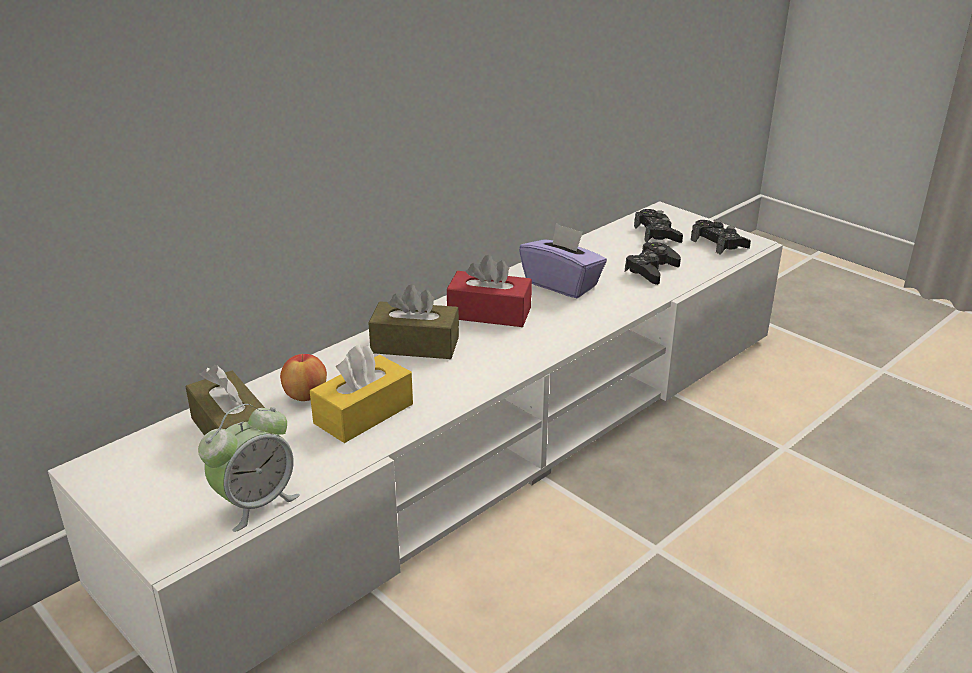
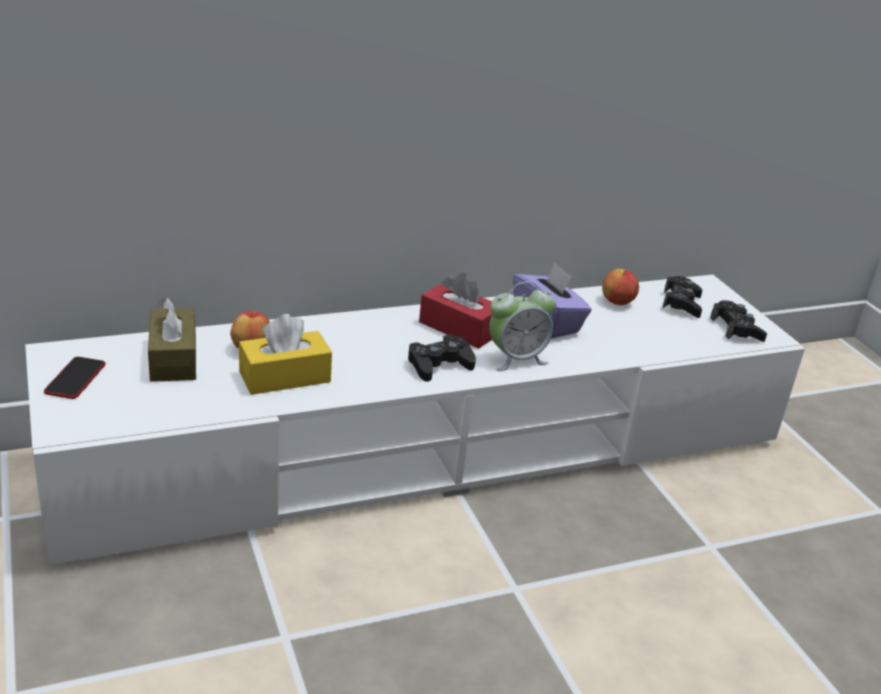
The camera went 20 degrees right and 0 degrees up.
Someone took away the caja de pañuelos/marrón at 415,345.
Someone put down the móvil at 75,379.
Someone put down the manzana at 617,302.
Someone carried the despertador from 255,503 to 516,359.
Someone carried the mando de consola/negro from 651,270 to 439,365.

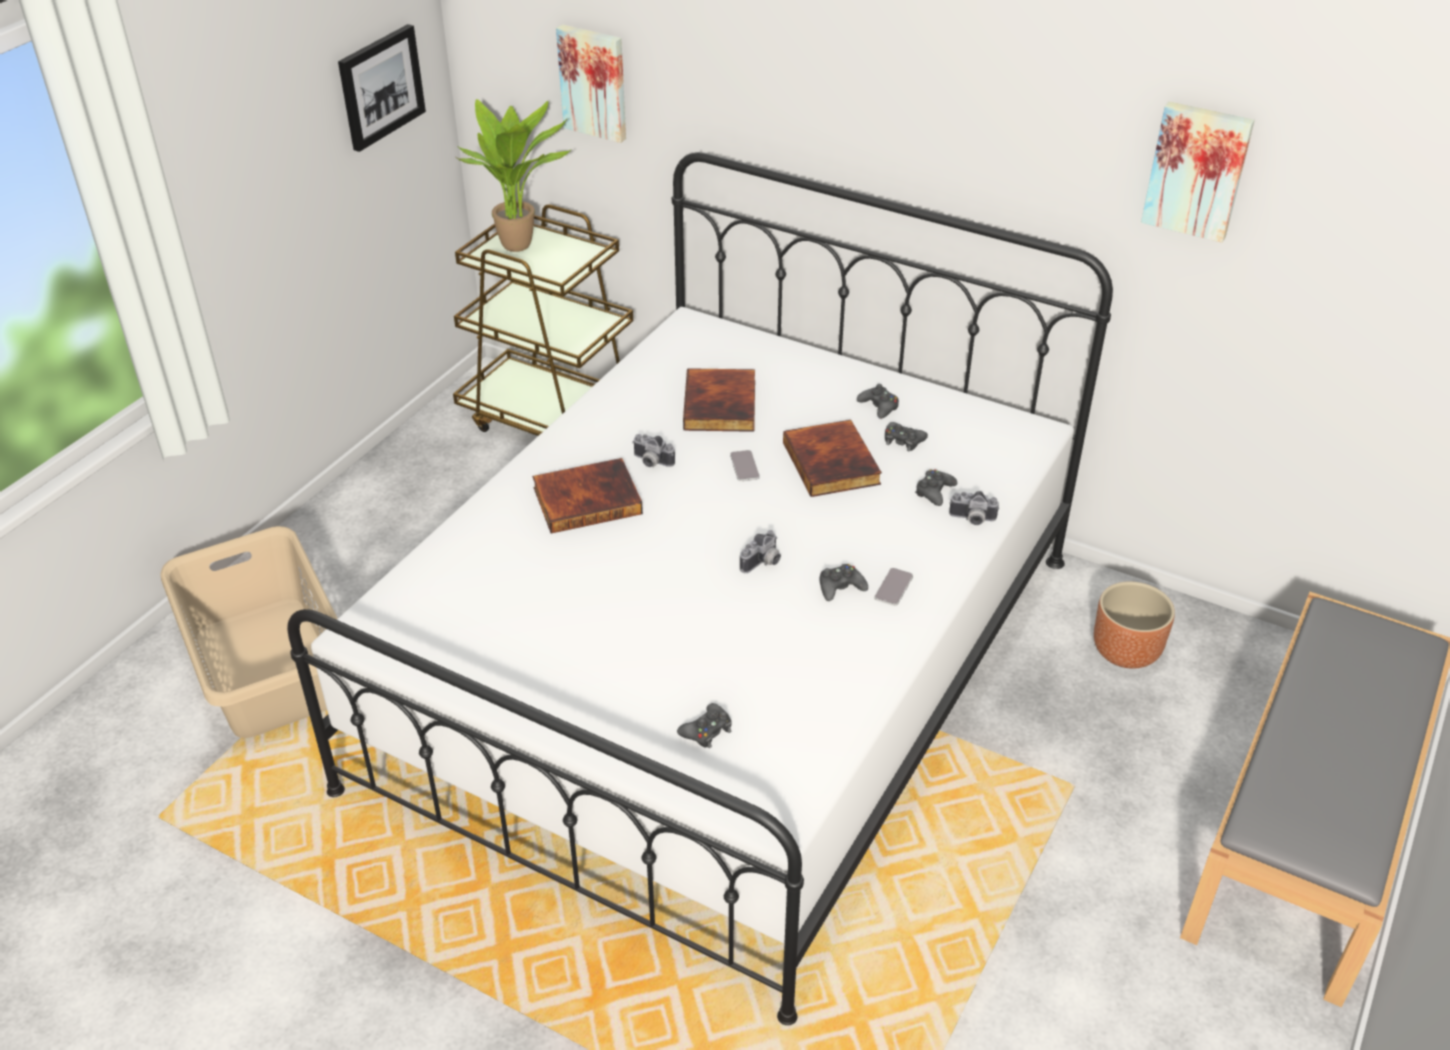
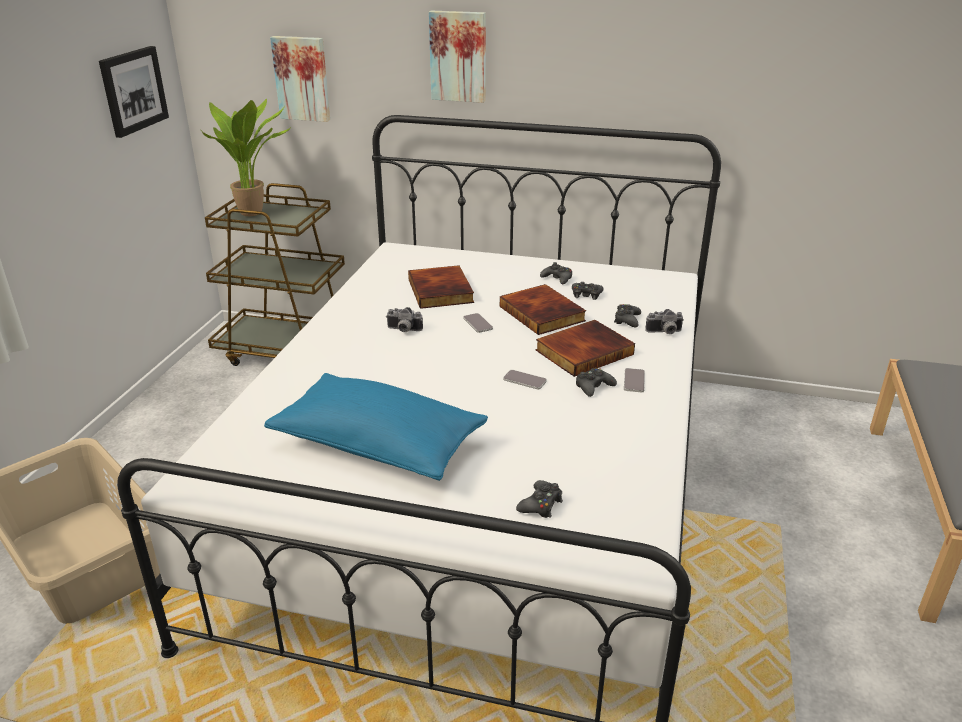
The camera went 15 degrees left and 10 degrees down.
Someone took away the maceta/marrón at 1126,652.
Someone put down the cojín/azul at 378,446.
Someone carried the libro from 587,499 to 583,351.
Someone carried the cuadro from 1197,170 to 458,56.
Someone swapped the cámara at 763,563 for the móvil at 524,380.

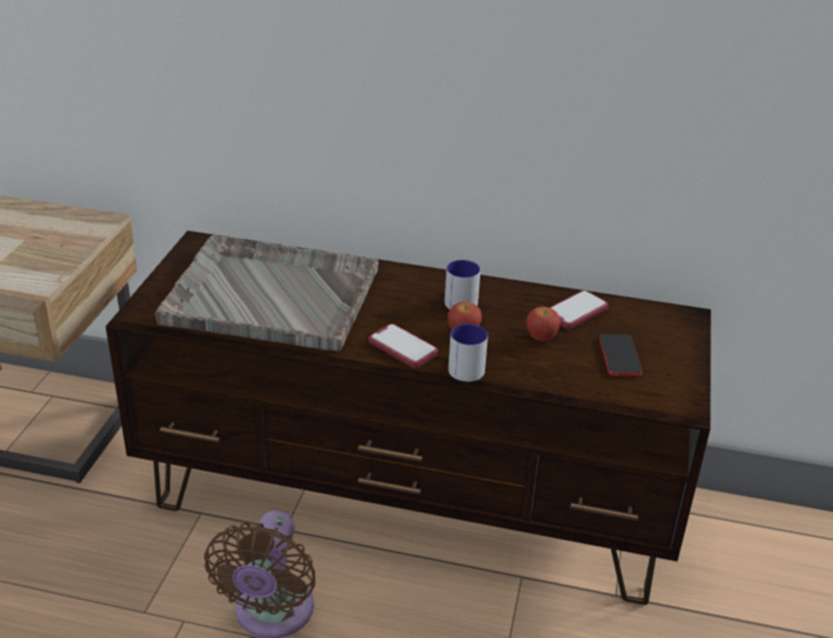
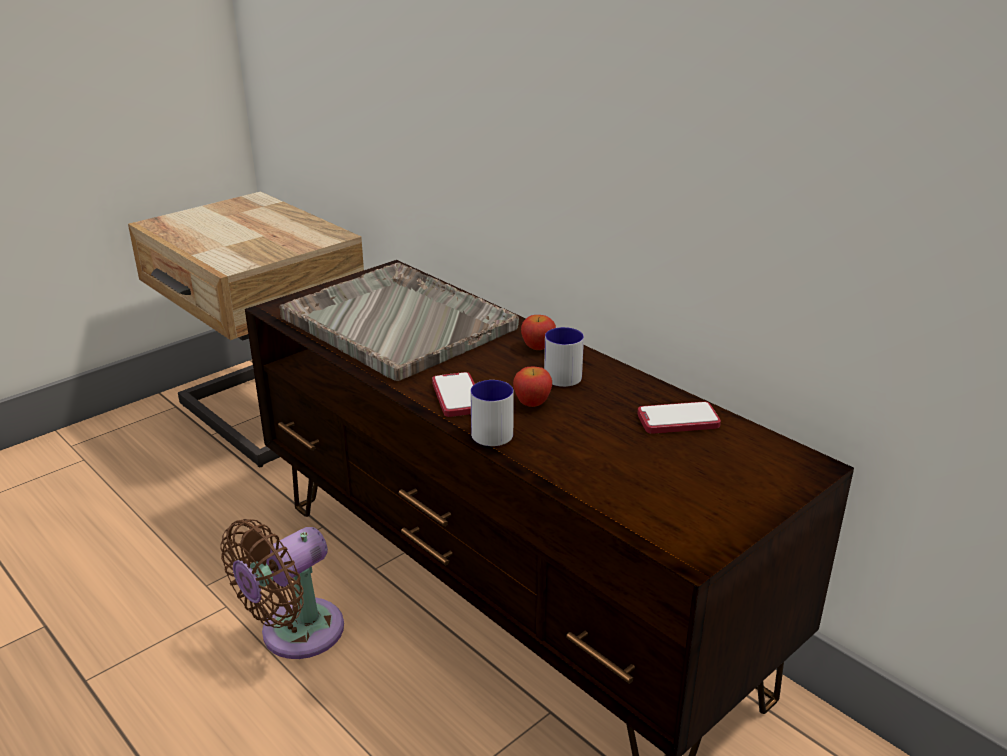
The camera went 35 degrees right and 5 degrees down.
Someone took away the móvil at 619,356.
Someone carried the manzana from 541,337 to 538,347.

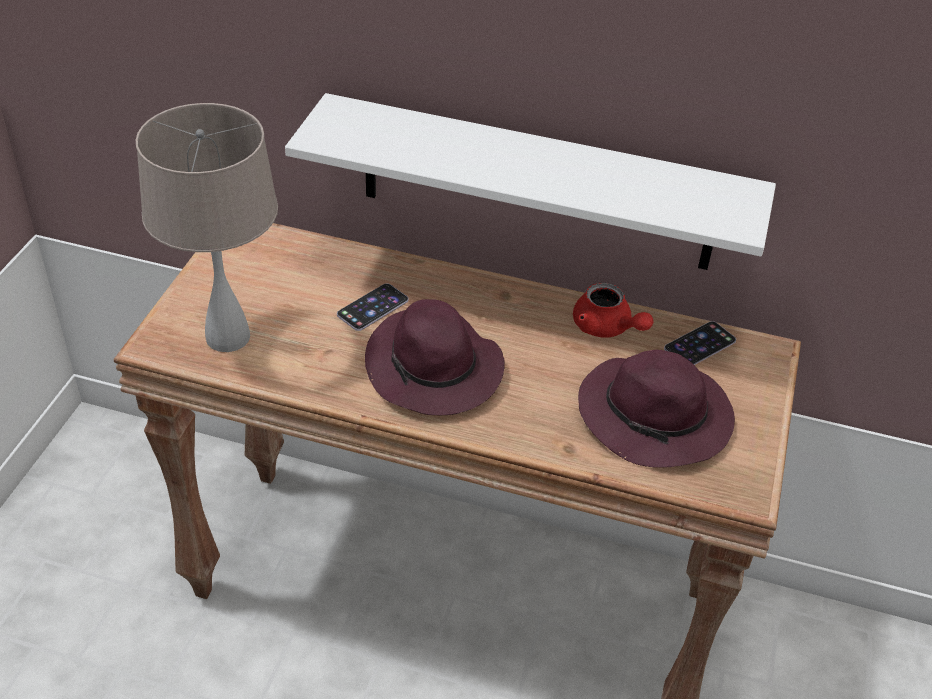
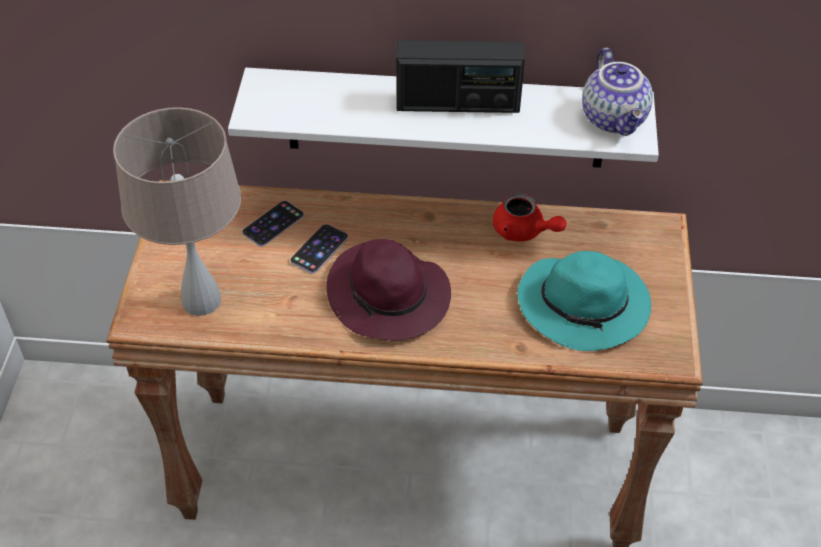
The camera went 10 degrees left and 5 degrees up.
Someone put down the radio at 457,103.
Someone put down the tetera at 615,119.
Someone carried the móvil from 700,345 to 273,224.
Someone repainted the sombrero/morado at 656,418, which became the sombrero/turquesa at 585,306.

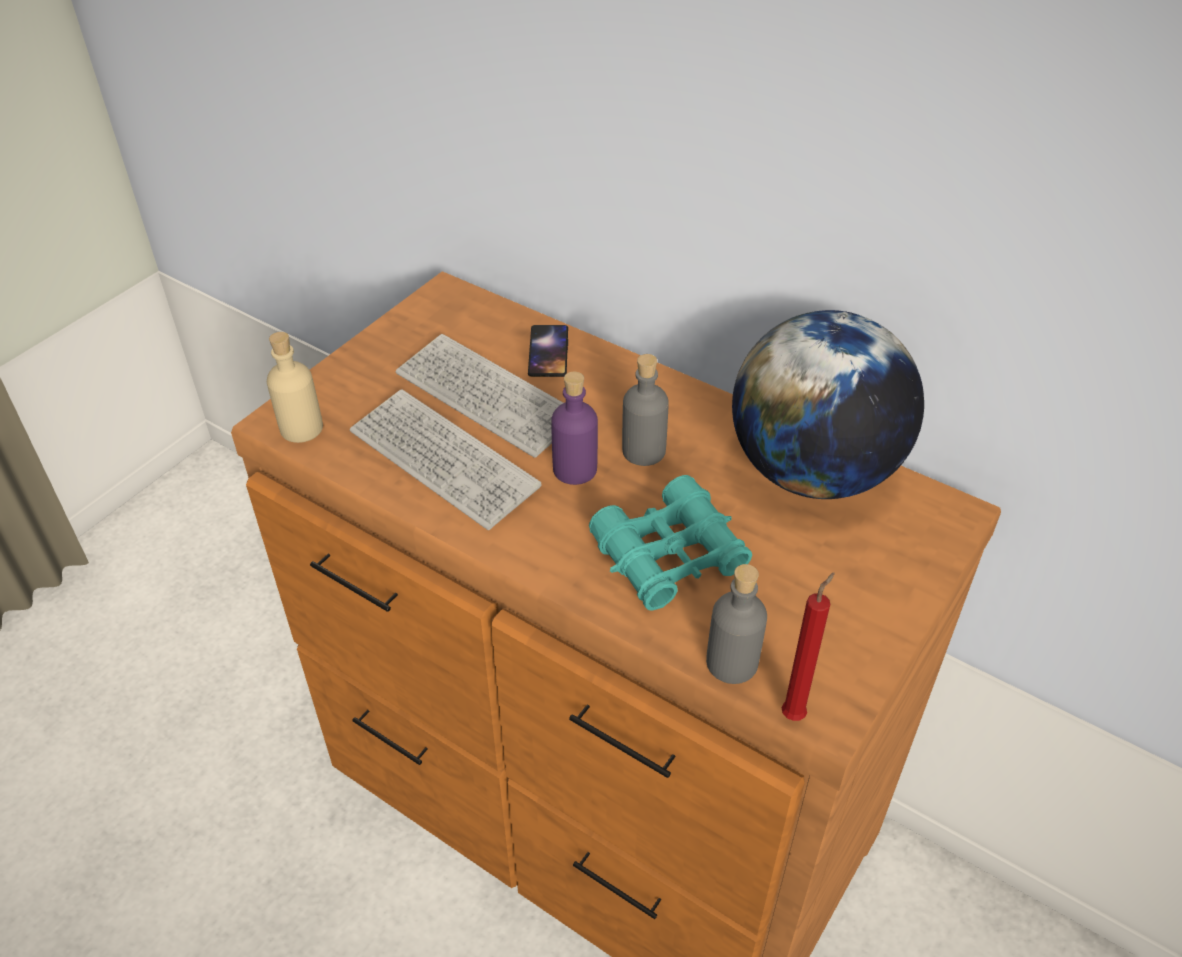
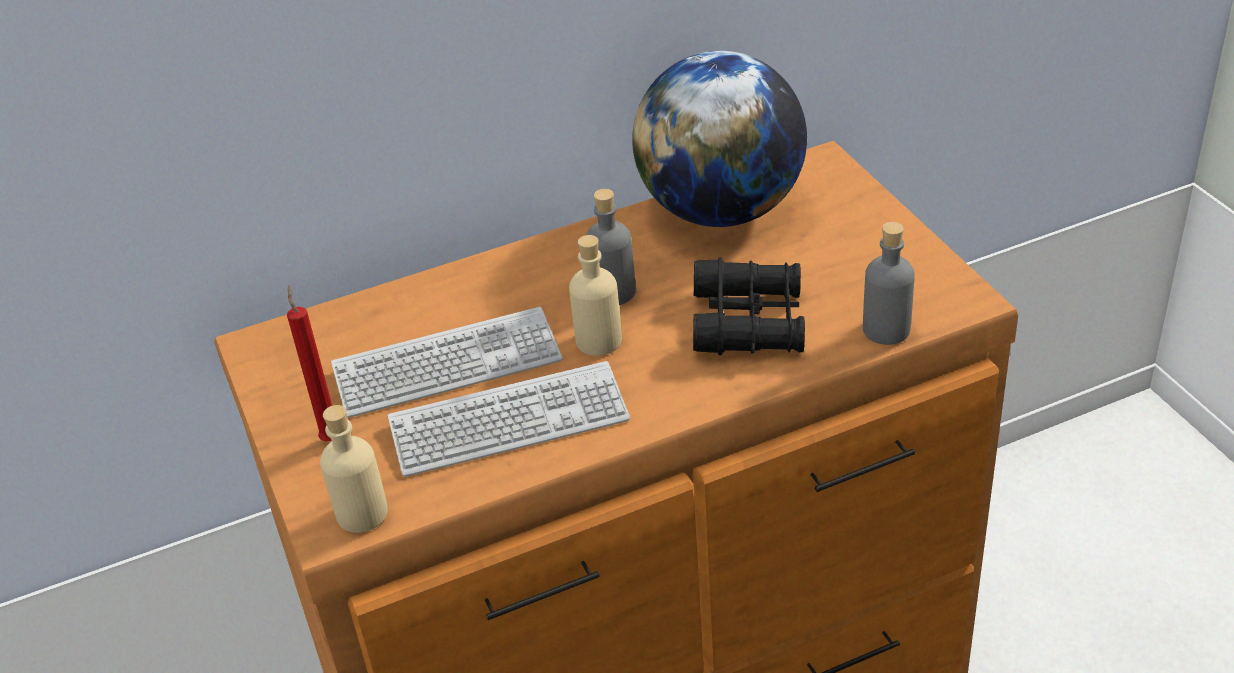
The camera went 55 degrees left and 5 degrees down.
Someone took away the móvil at 548,351.
Someone carried the vela/rojo from 795,713 to 331,437.
Someone repainted the botella/morado at 575,469, which became the botella/beis at 598,341.
Someone repainted the prismáticos/turquesa at 669,556, which became the prismáticos/negro at 749,322.

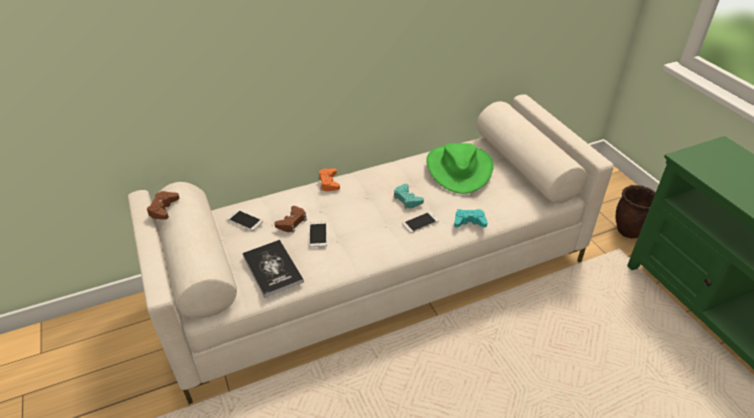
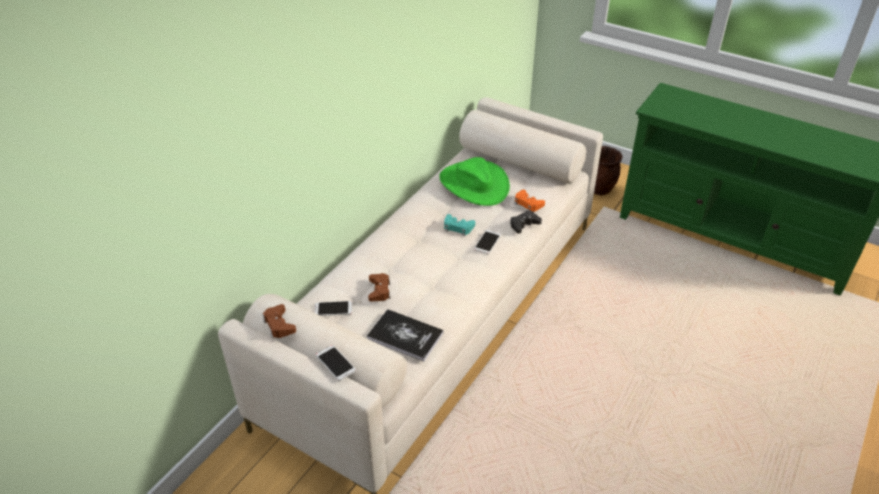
The camera went 35 degrees left and 0 degrees up.
Someone carried the móvil from 318,234 to 335,363.
Someone carried the mando de consola/naranja from 329,183 to 528,204.
Someone repainted the mando de consola/turquesa at 469,222, which became the mando de consola/negro at 524,225.

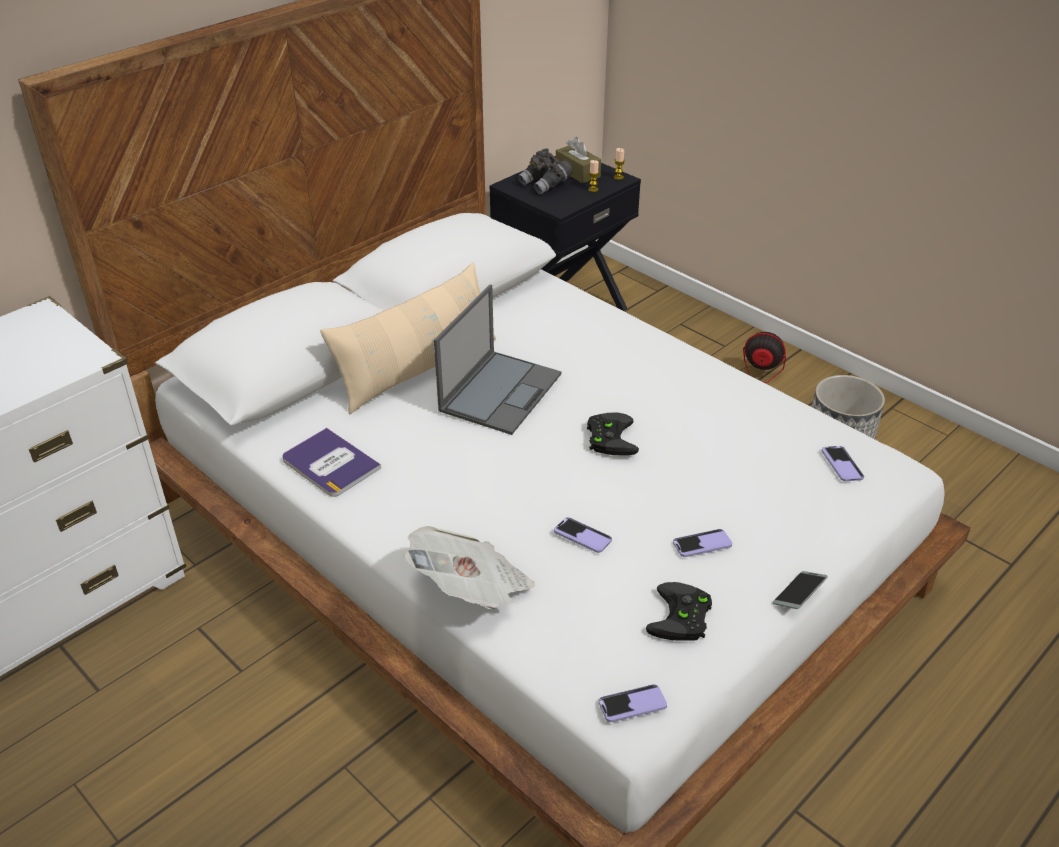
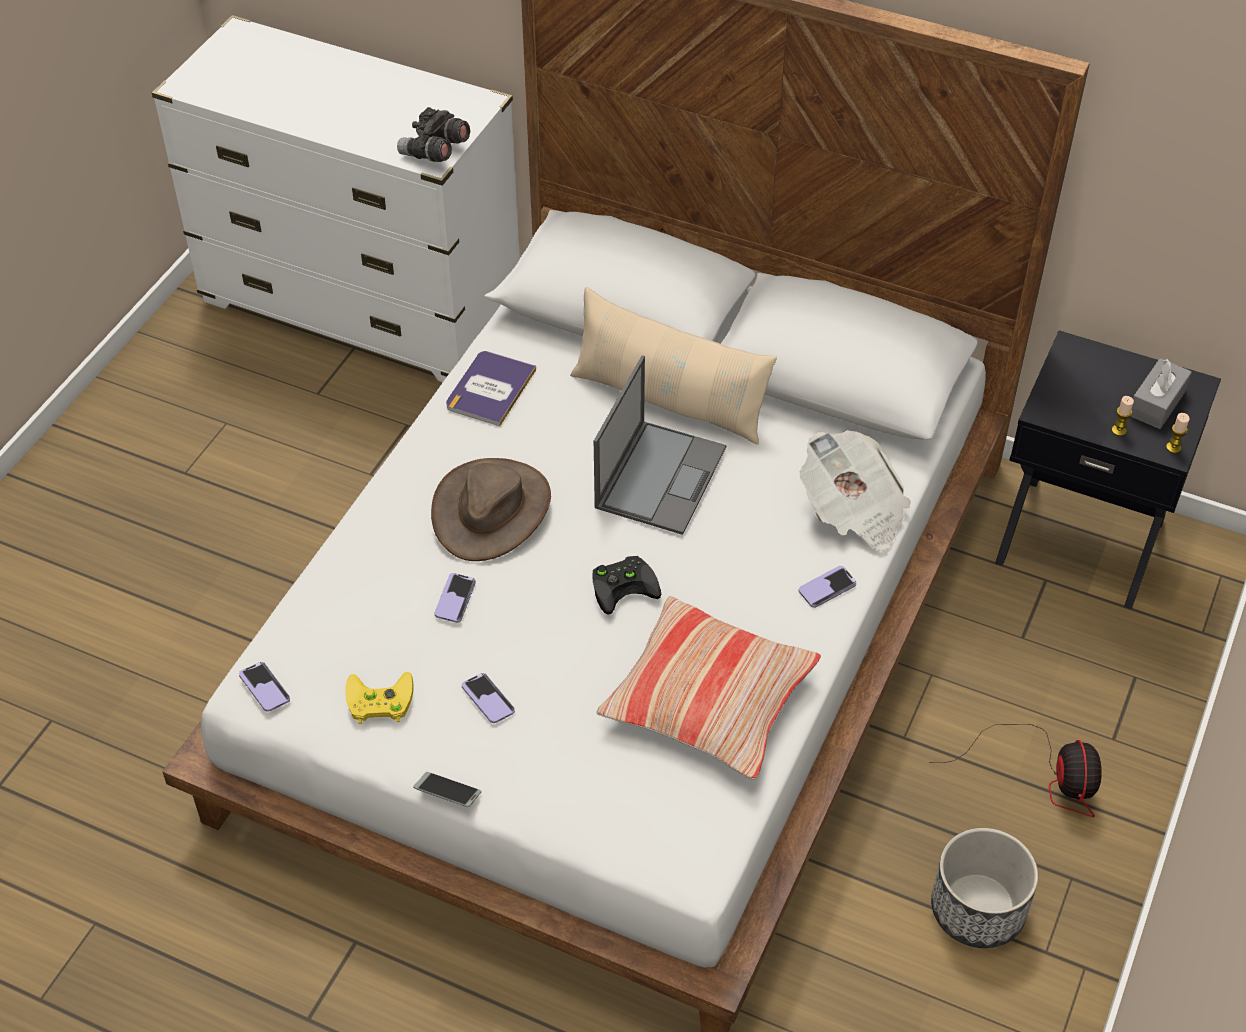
The camera went 70 degrees right and 10 degrees up.
Someone put down the sombrero/marrón at 491,510.
Someone put down the cojín at 709,700.
Someone carried the periódico from 471,590 to 853,511.
Someone carried the prismáticos/gris from 545,184 to 434,152.
Someone carried the móvil from 842,465 to 827,588.
Someone repainted the caja de pañuelos/marrón at 577,172, which became the caja de pañuelos/gris at 1156,403.
Someone repainted the mando de consola/negro at 682,618, which became the mando de consola/amarillo at 377,702.
Someone rotated the portátil at 501,391 by 75 degrees counterclockwise.

